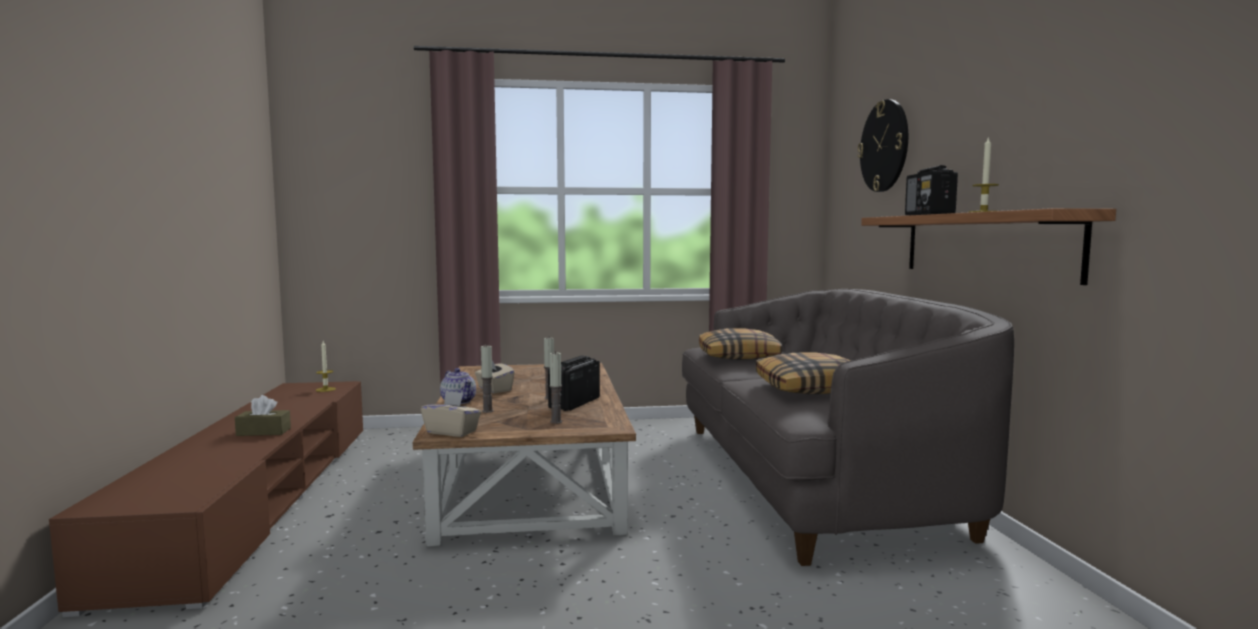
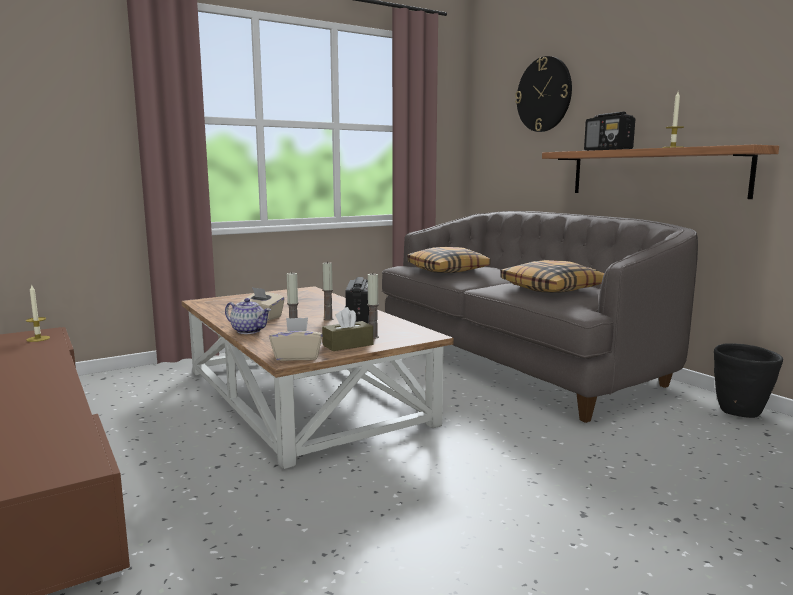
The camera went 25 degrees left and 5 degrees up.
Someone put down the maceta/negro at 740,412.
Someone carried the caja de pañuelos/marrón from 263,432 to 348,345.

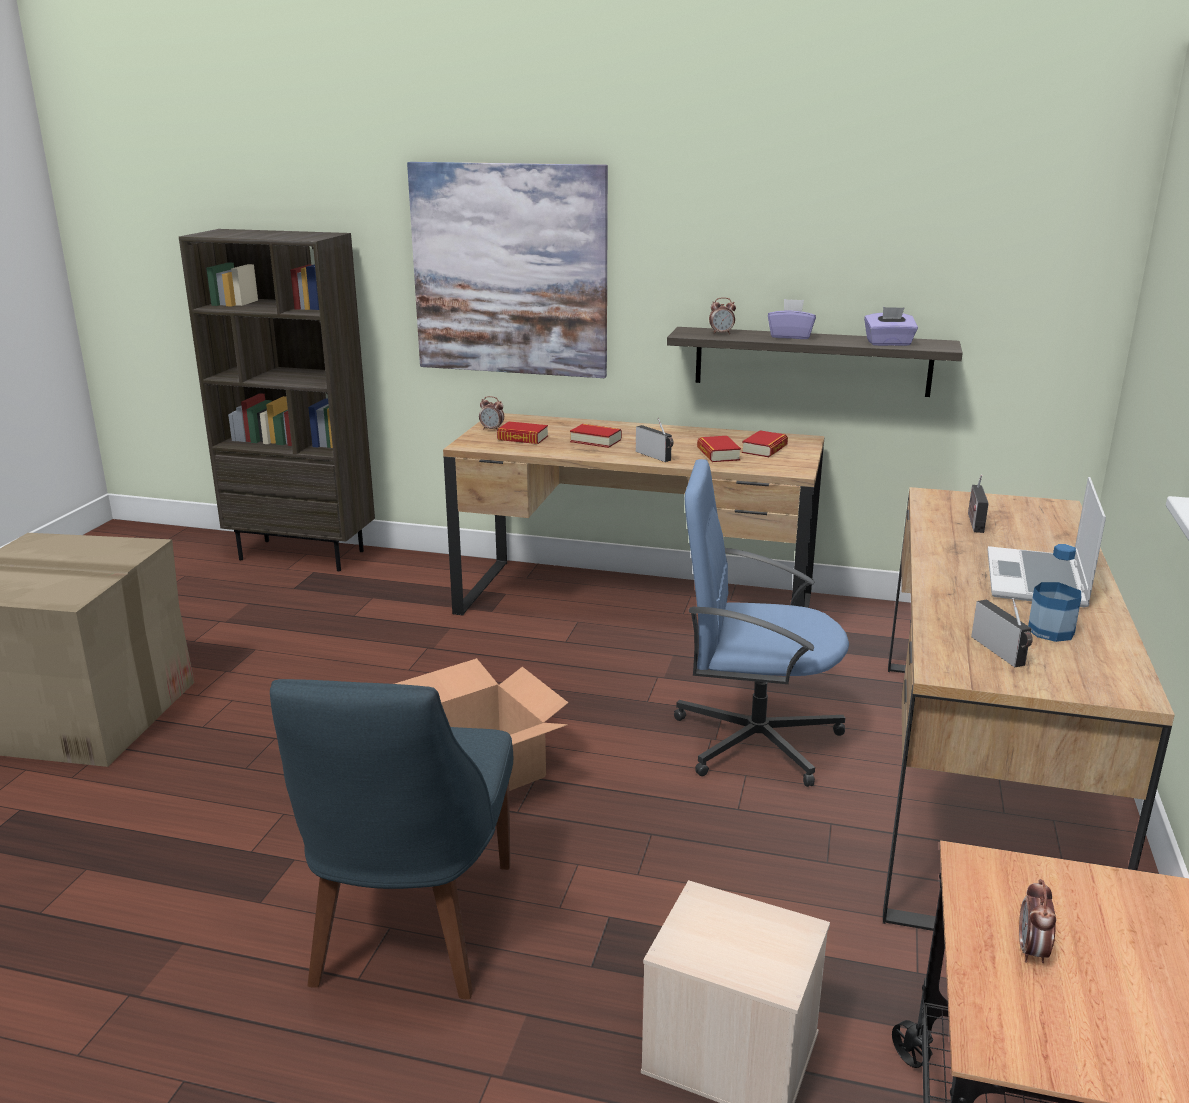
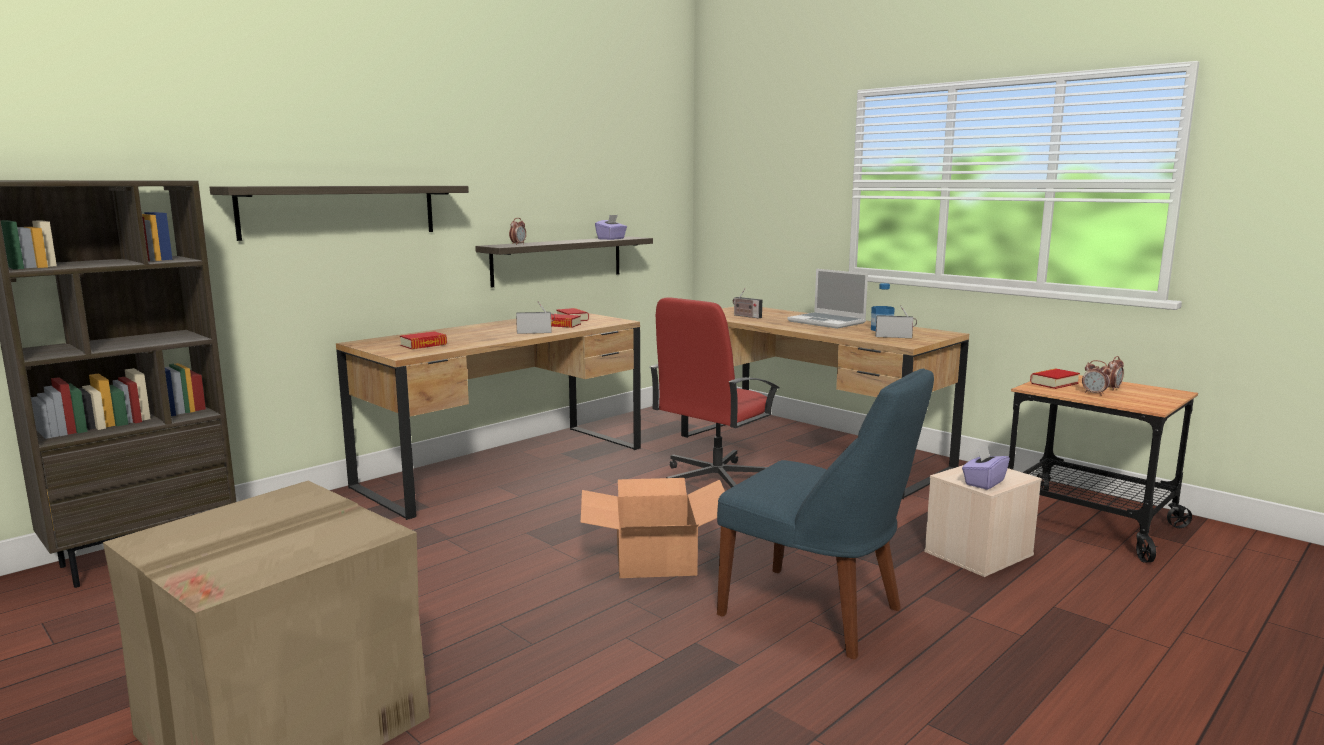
The camera went 60 degrees left and 10 degrees down.
Someone carried the despertador from 492,429 to 1112,388.
Someone carried the libro from 595,440 to 1054,383.
Someone carried the caja de pañuelos/morado from 790,336 to 983,482.
Someone swapped the cuadro at 509,270 for the estante at 340,211.
Someone repainted the silla de oficina/azul at 753,739, which became the silla de oficina/rojo at 715,480.

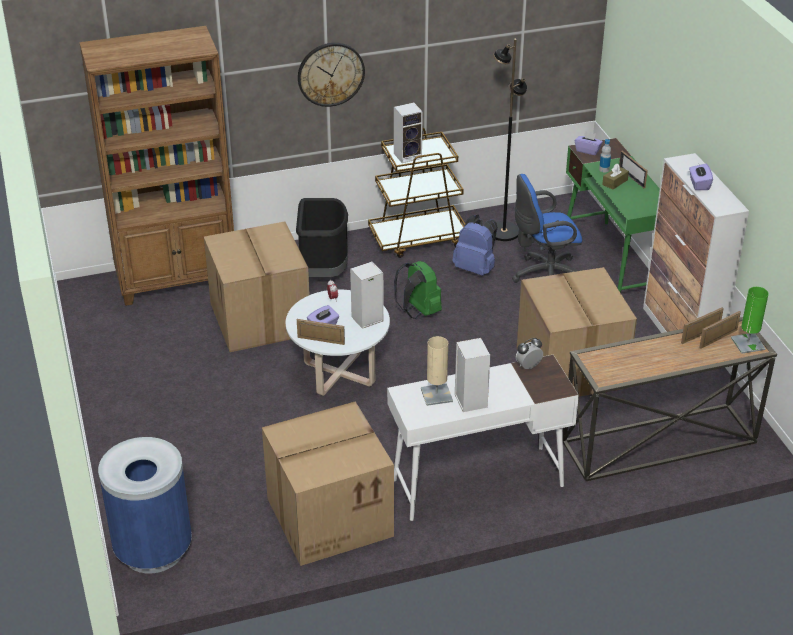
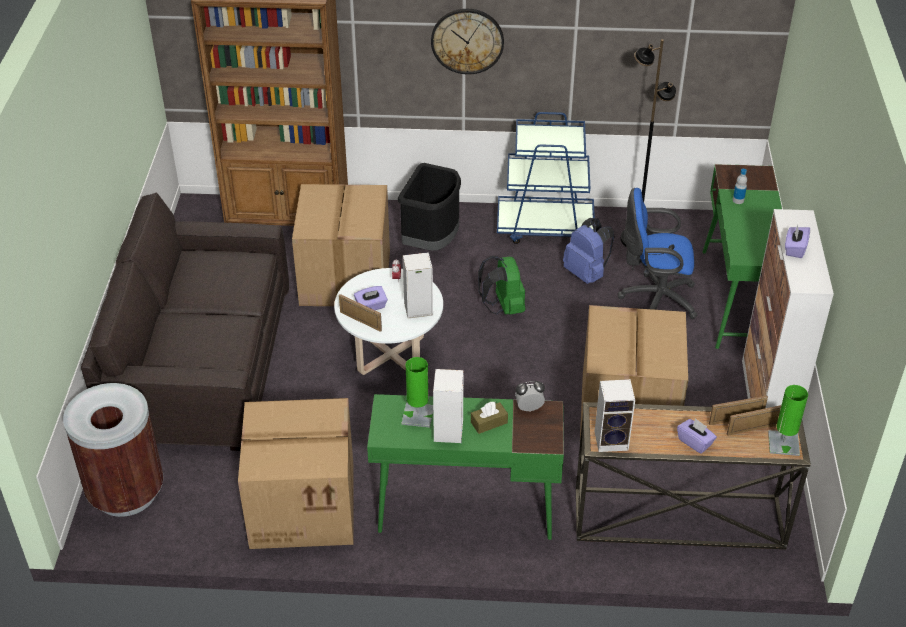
The camera went 20 degrees right and 5 degrees up.
Someone took away the portarretratos at 631,178.
Someone put down the sofá/gris at 200,362.
Someone carried the altavoz from 408,155 to 612,440.
Someone carried the caja de pañuelos/morado from 587,150 to 695,442.
Someone carried the caja de pañuelos/marrón from 615,182 to 489,422.
Someone repainted the papelera/azul at 153,549, which became the papelera/marrón at 126,492.
Someone repainted the carrito/marrón at 418,238, which became the carrito/azul at 545,227.
Someone repainted the escritorio/blanco at 477,483, which became the escritorio/verde at 464,510.
Someone repainted the lámpara de mesa/beis at 436,395, which became the lámpara de mesa/verde at 418,415.

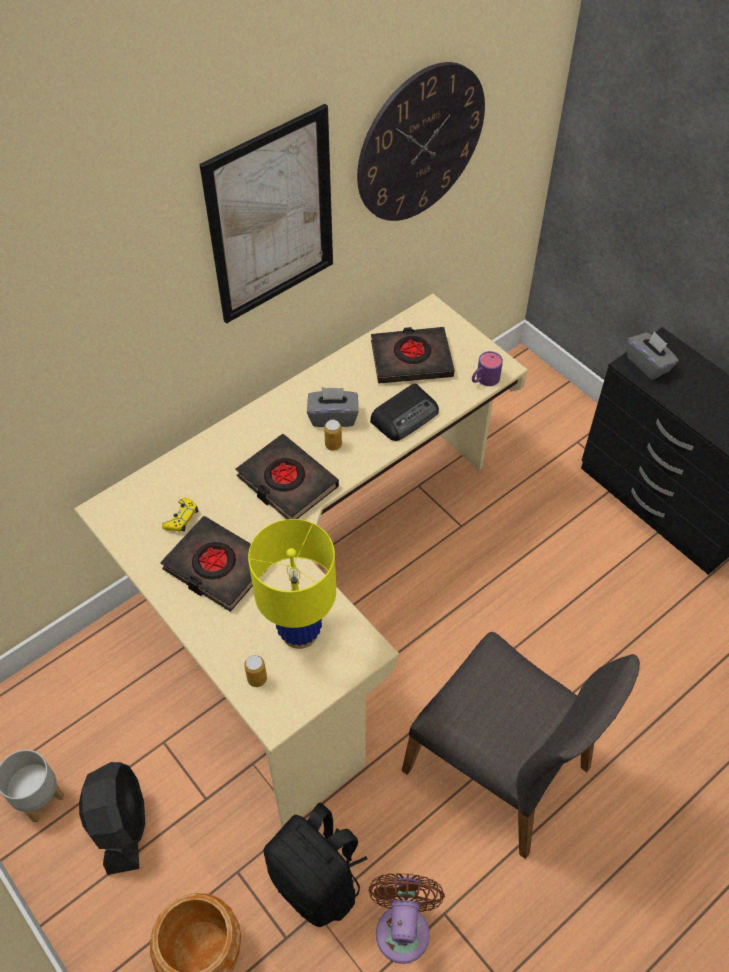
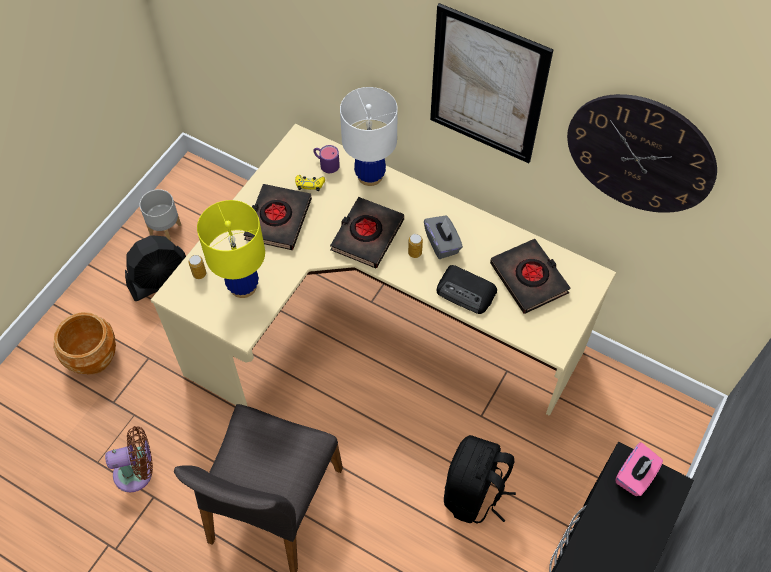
The camera went 70 degrees right and 5 degrees up.
Someone put down the lámpara de mesa/blanco at 370,176.
Someone carried the mochila/negro from 317,881 to 474,494.
Someone carried the taza grande/morado from 483,380 to 326,163.
Someone repainted the caja de pañuelos/gris at 648,364, which became the caja de pañuelos/rosa at 635,476.

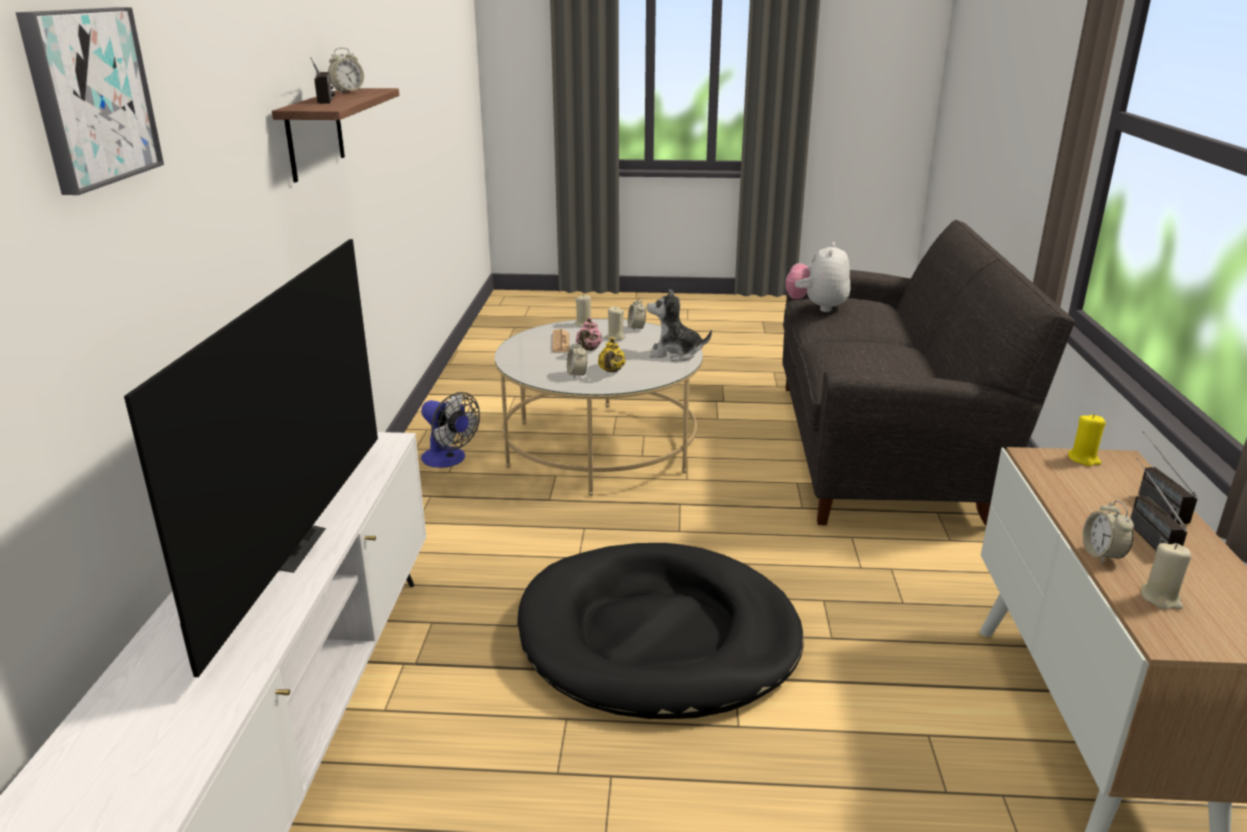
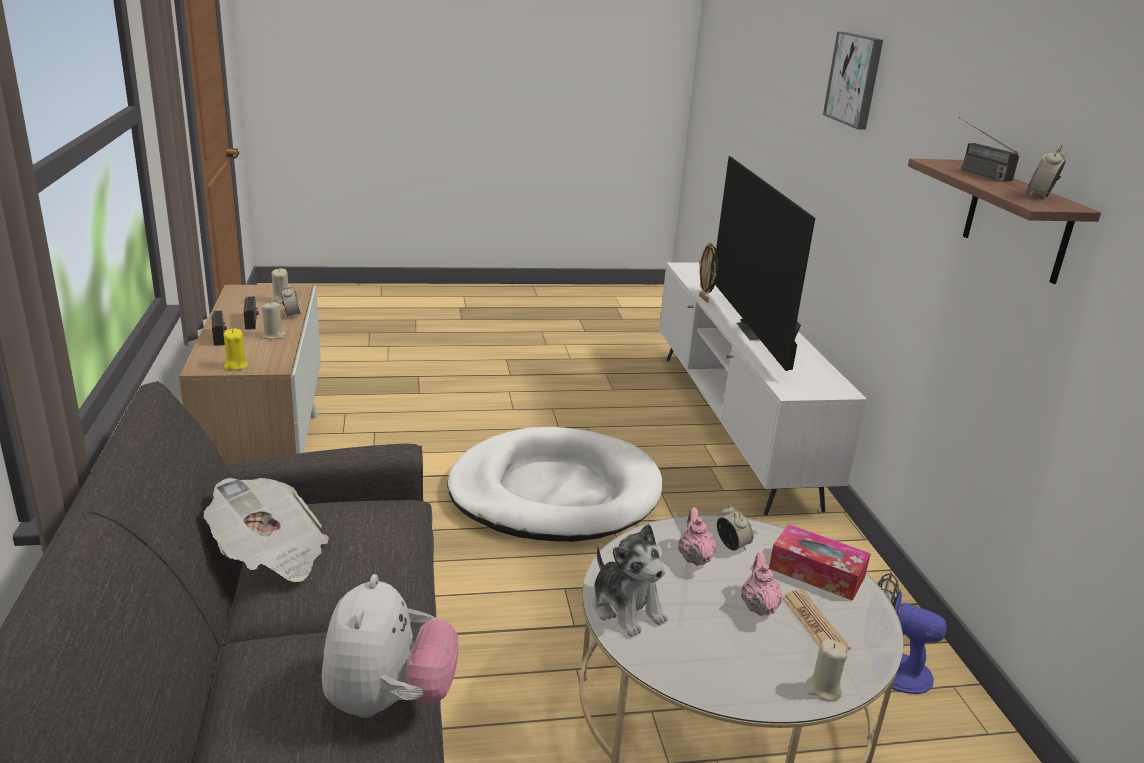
The camera went 165 degrees right and 0 degrees up.
Someone took away the despertador at 636,328.
Someone put down the periódico at 271,554.
Someone put down the portarretratos at 704,299.
Someone put down the caja de pañuelos at 816,573.
Someone carried the vela/beis from 615,337 to 273,336.
Someone repainted the cama para perro/negro at 658,637, which became the cama para perro/blanco at 554,492.
Someone repainted the tetera/amarillo at 611,371, which became the tetera/rosa at 694,557.
Someone rotated the peluche at 675,354 by 60 degrees clockwise.

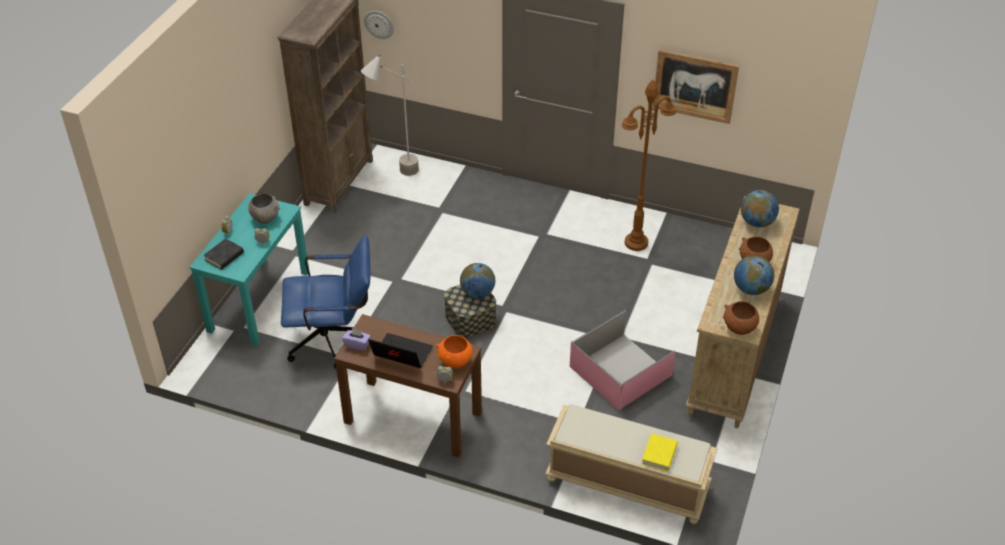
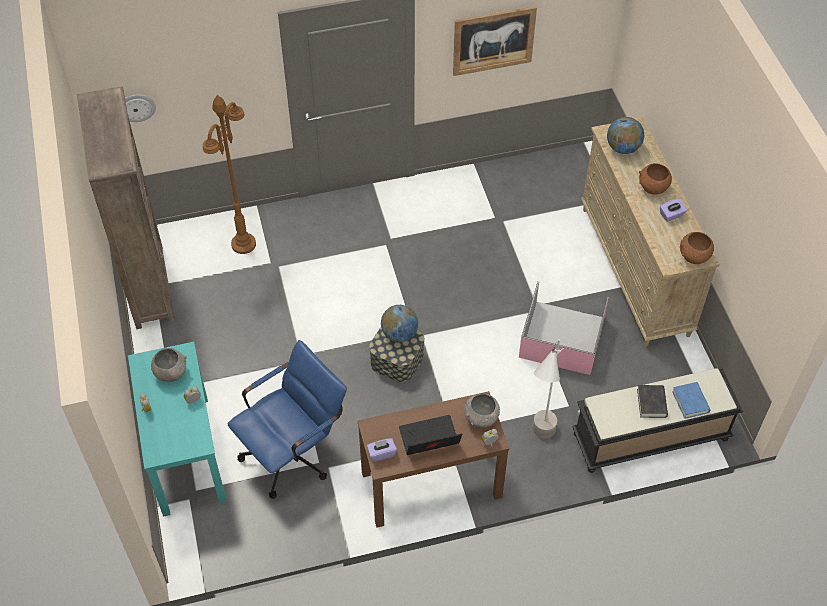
The camera went 35 degrees left and 10 degrees up.
Someone carried the libro/negro from 224,256 to 651,403.
Someone carried the lámpara de pie/gris from 395,175 to 539,444.
Someone carried the lámpara de pie/marrón from 636,242 to 243,244.
Someone swapped the globo terráqueo at 751,289 for the caja de pañuelos/morado at 671,215.
Someone repainted the cuenco/naranja at 455,362, which became the cuenco/gris at 481,419.
Someone repainted the banco/beis at 626,484, which became the banco/negro at 650,437.
Someone repainted the libro/amarillo at 659,455, which became the libro/azul at 690,402.

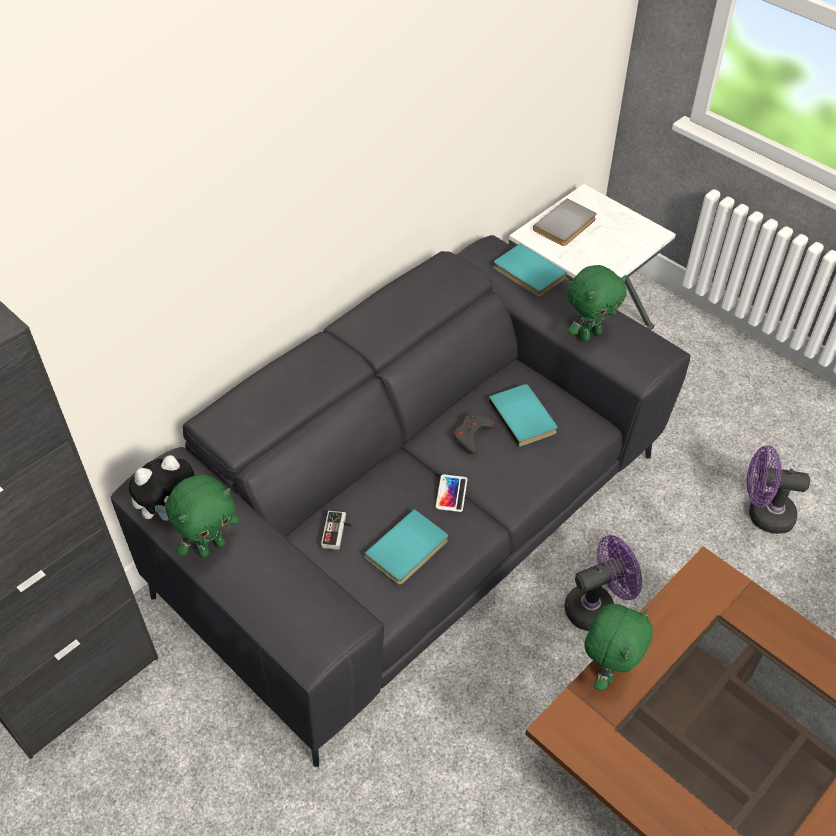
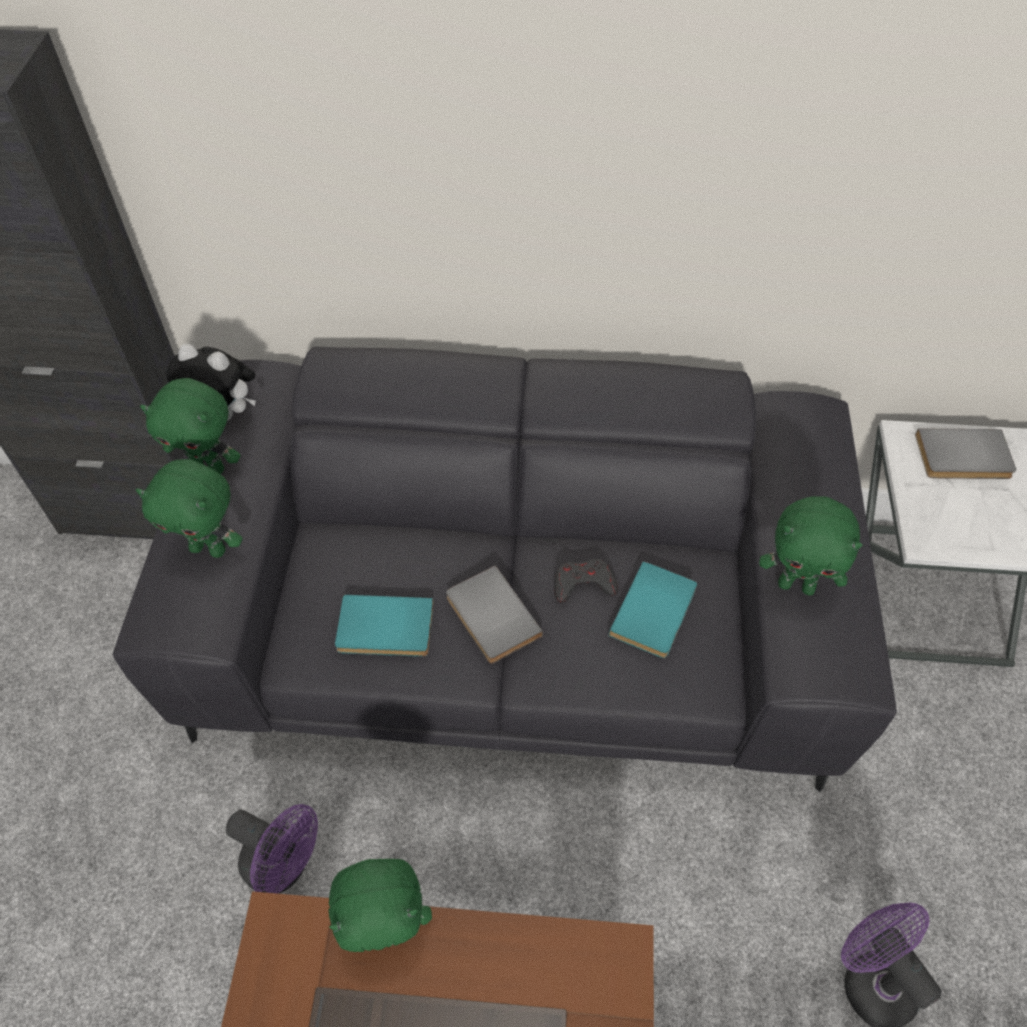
The camera went 50 degrees right and 5 degrees up.
Someone took away the mando de consola at 338,532.
Someone took away the libro/turquesa at 527,273.
Someone put down the peluche/verde at 209,548.
Someone carried the ventilador/morado from 596,606 to 284,866.
Someone swapped the móvil at 451,493 for the libro/gris at 490,617.

